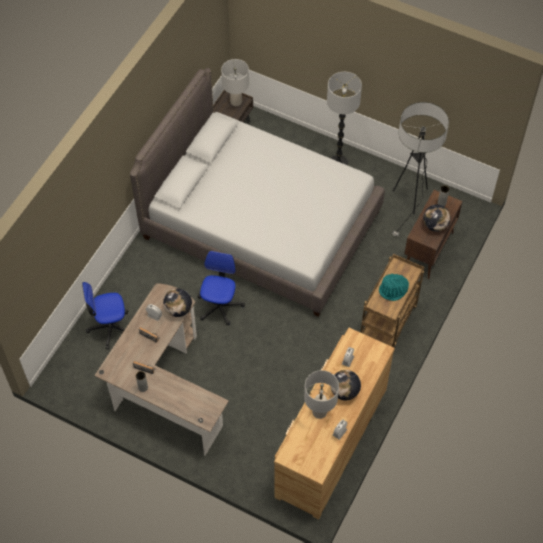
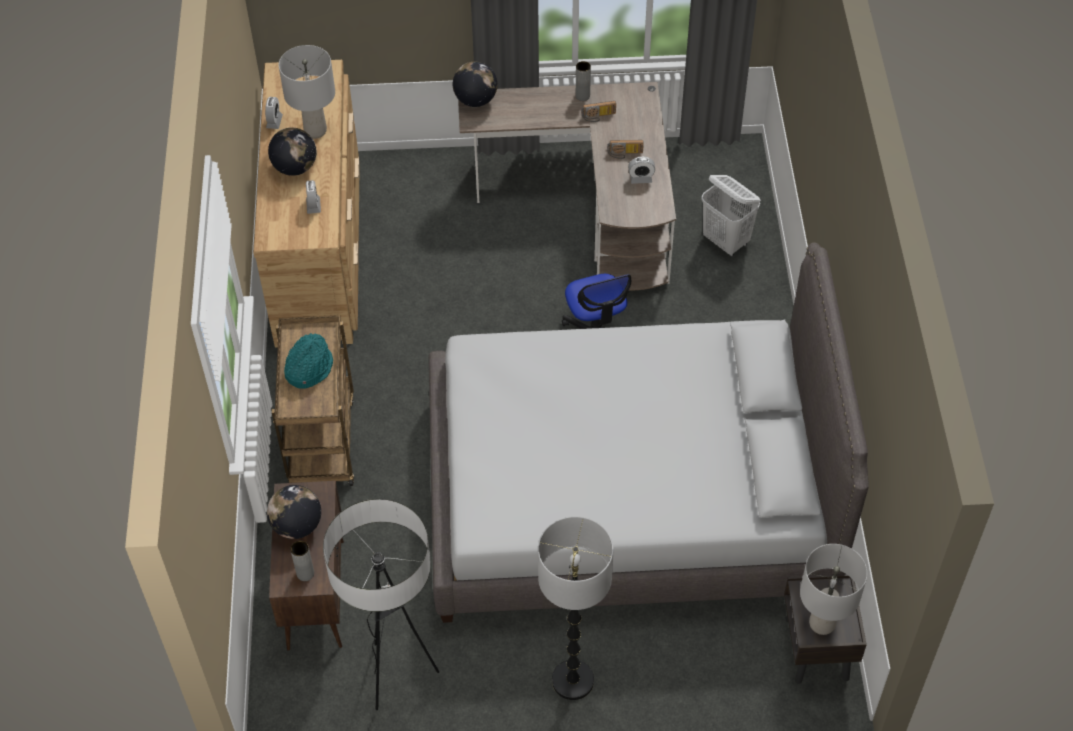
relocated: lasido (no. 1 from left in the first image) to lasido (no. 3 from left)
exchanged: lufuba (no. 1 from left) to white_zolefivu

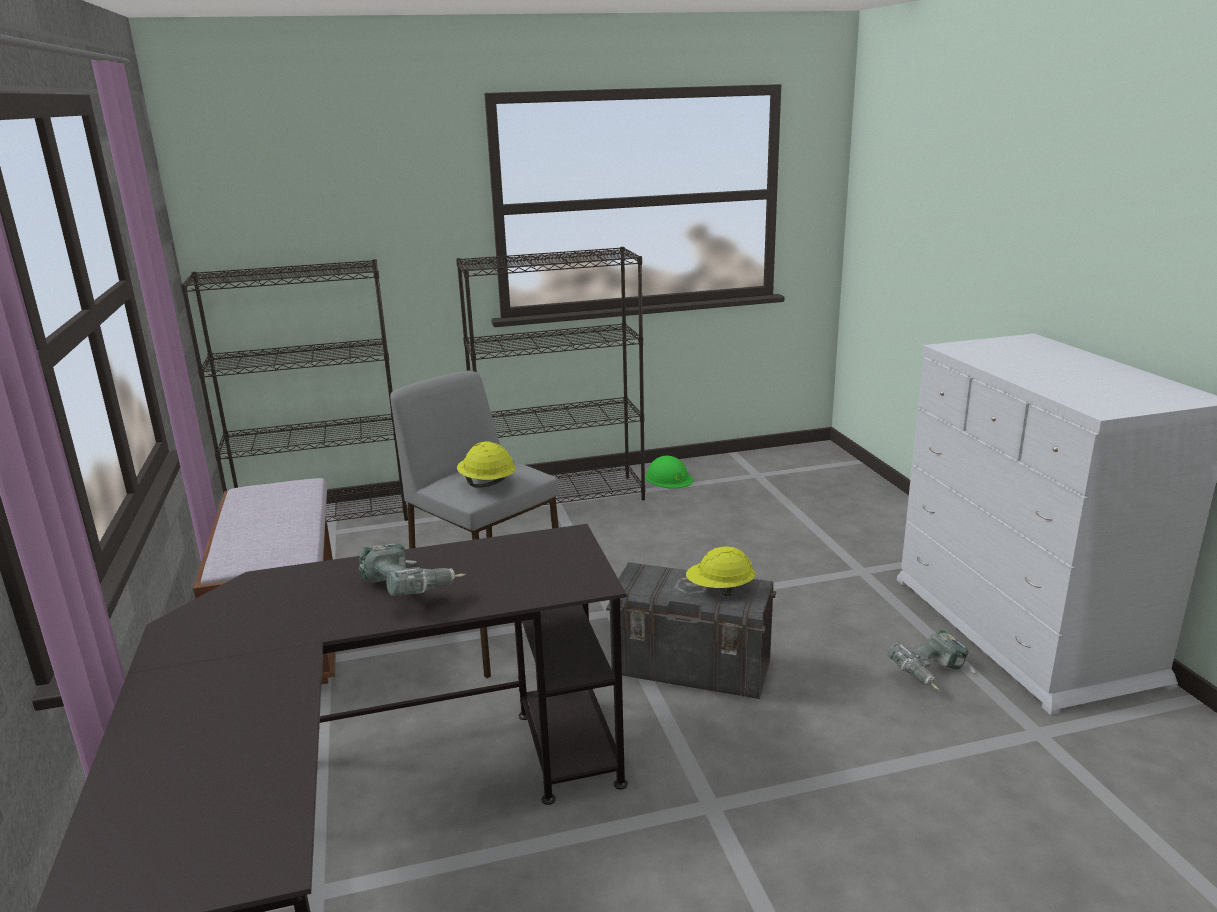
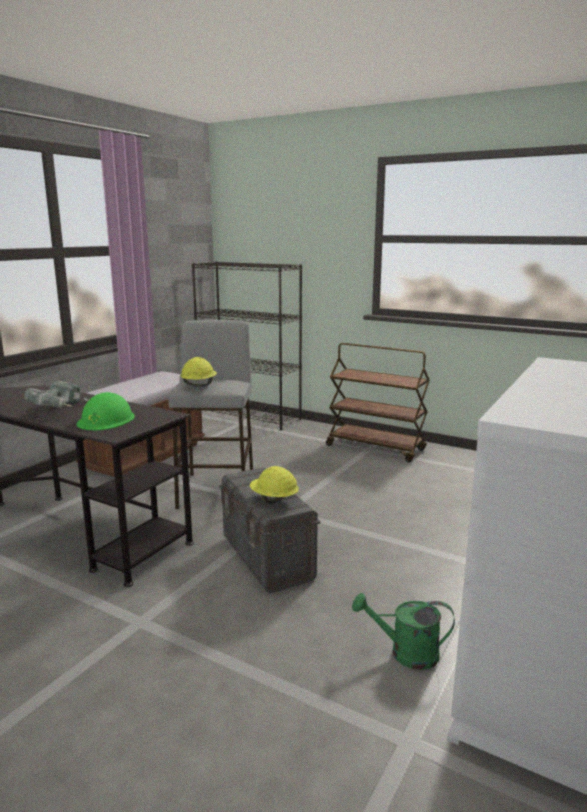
relocated: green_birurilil
exchanged: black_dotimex (no. 2 from left) to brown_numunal; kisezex (no. 2 from left) to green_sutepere

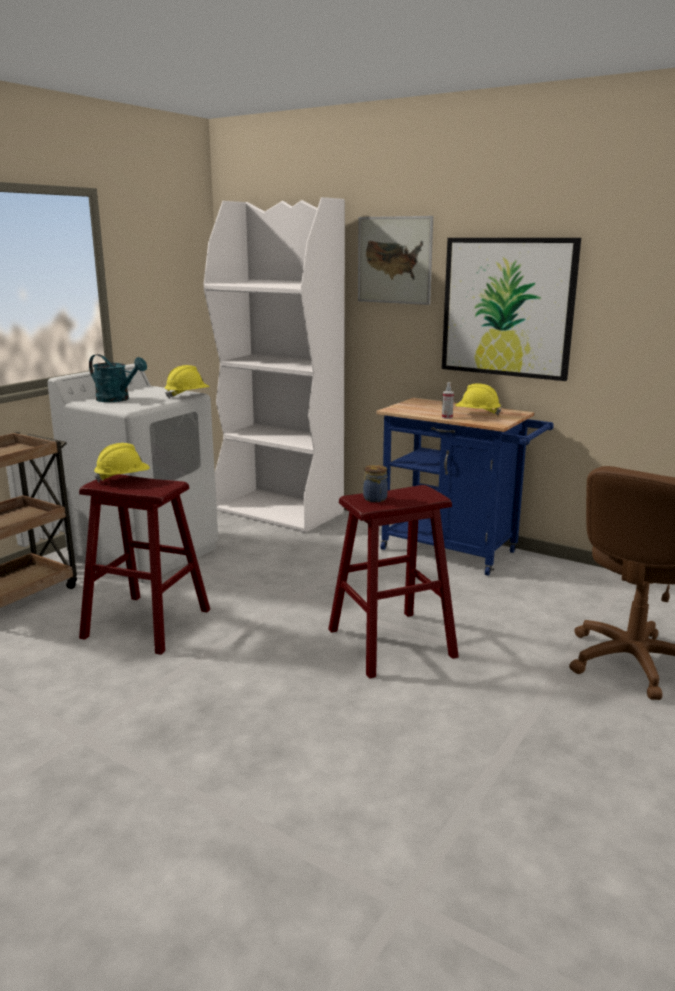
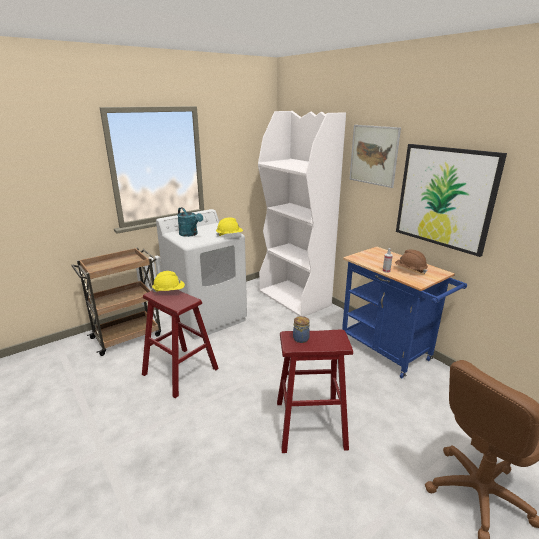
colour: yellow_birurilil (no. 3 from left) to brown_birurilil

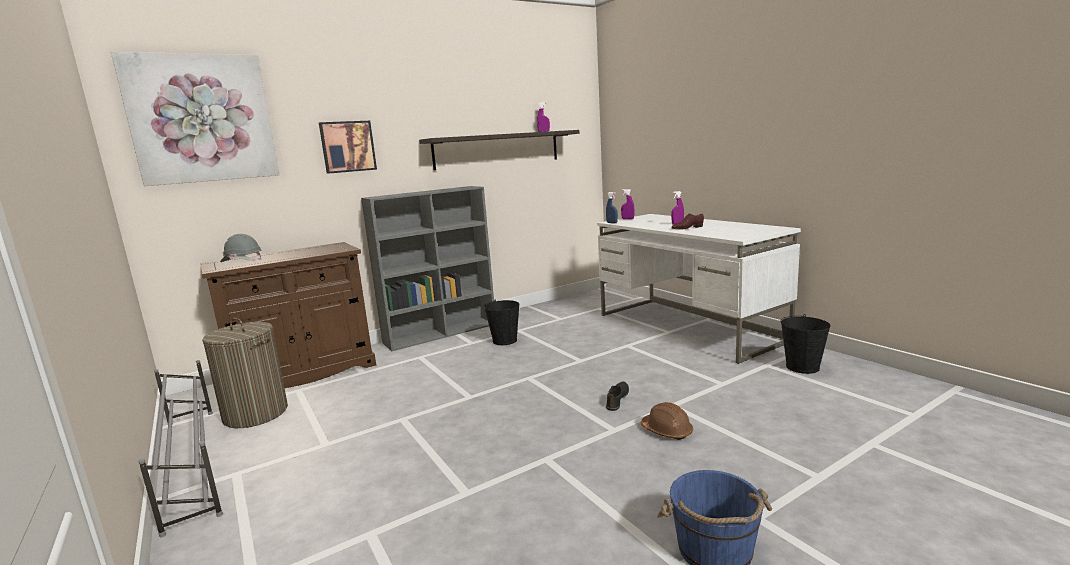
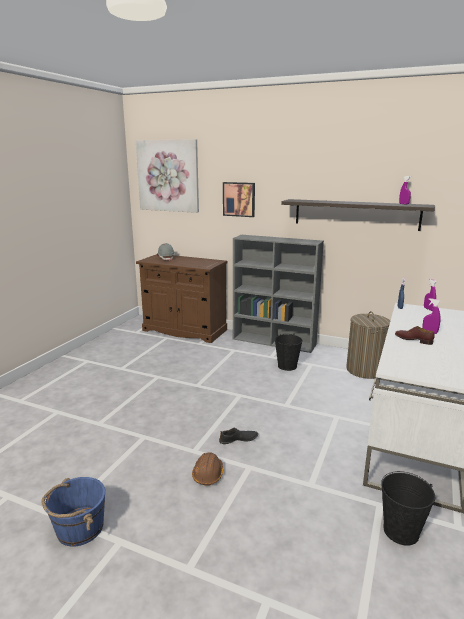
missing: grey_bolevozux
relocated: zolefivu

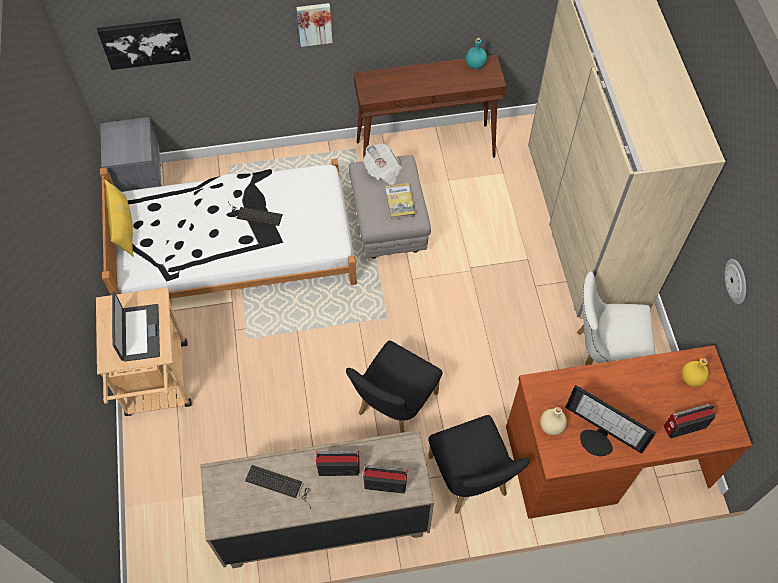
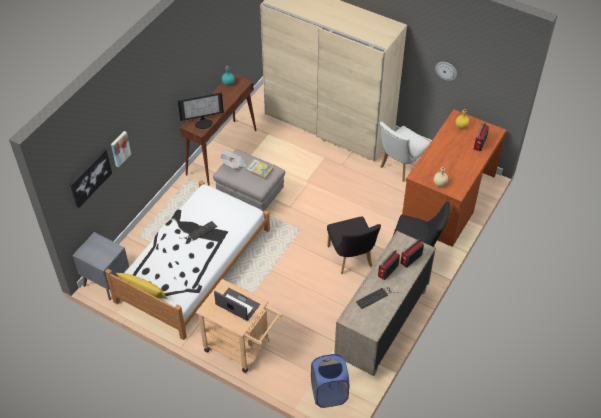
appeared: blue_zolefivu
relocated: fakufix (no. 2 from left); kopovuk

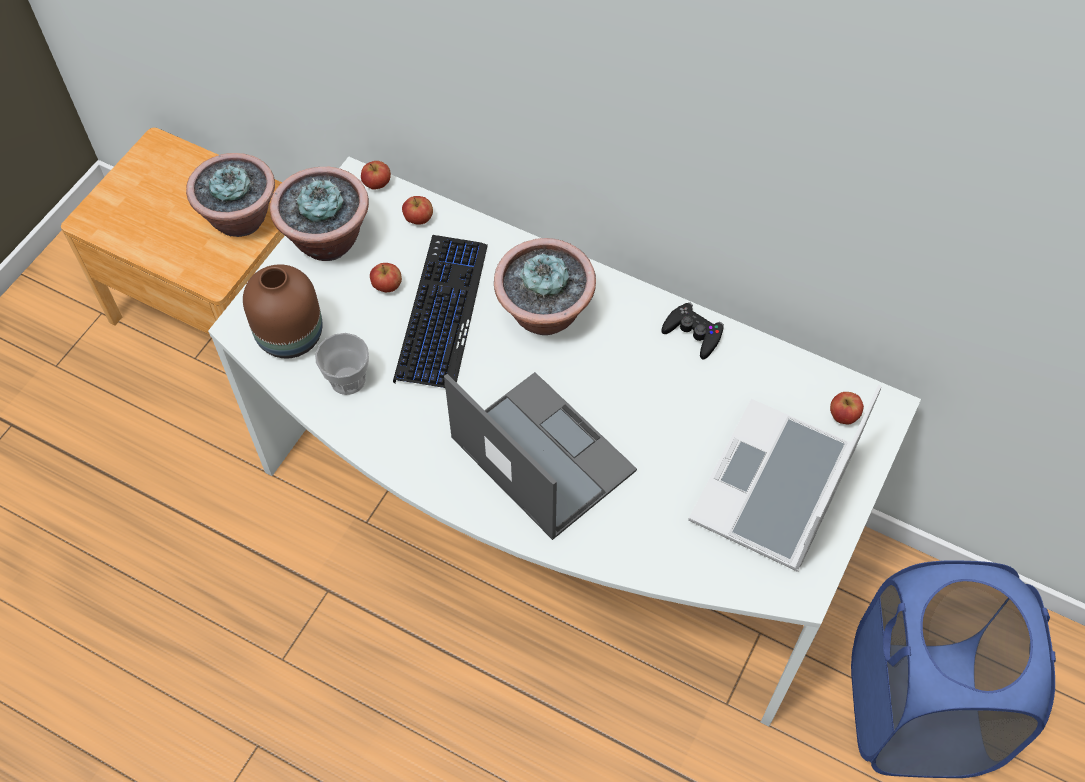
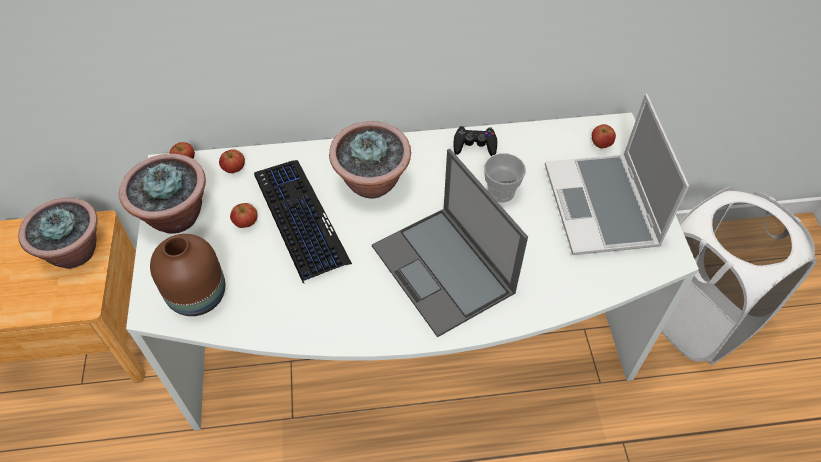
relocated: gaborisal
colour: blue_zolefivu to white_zolefivu
spun: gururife (no. 1 from left) 135 degrees counterclockwise

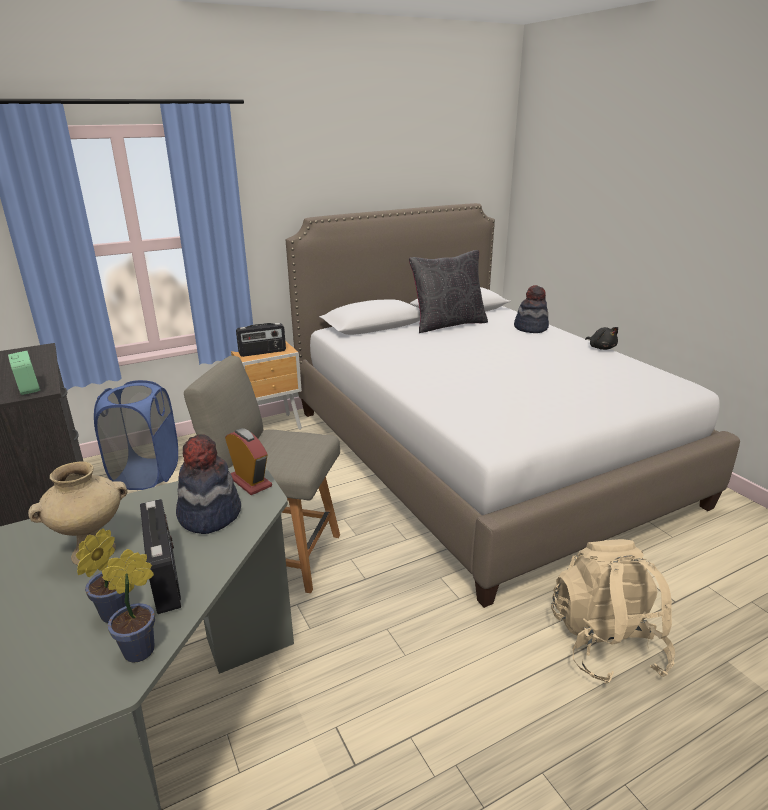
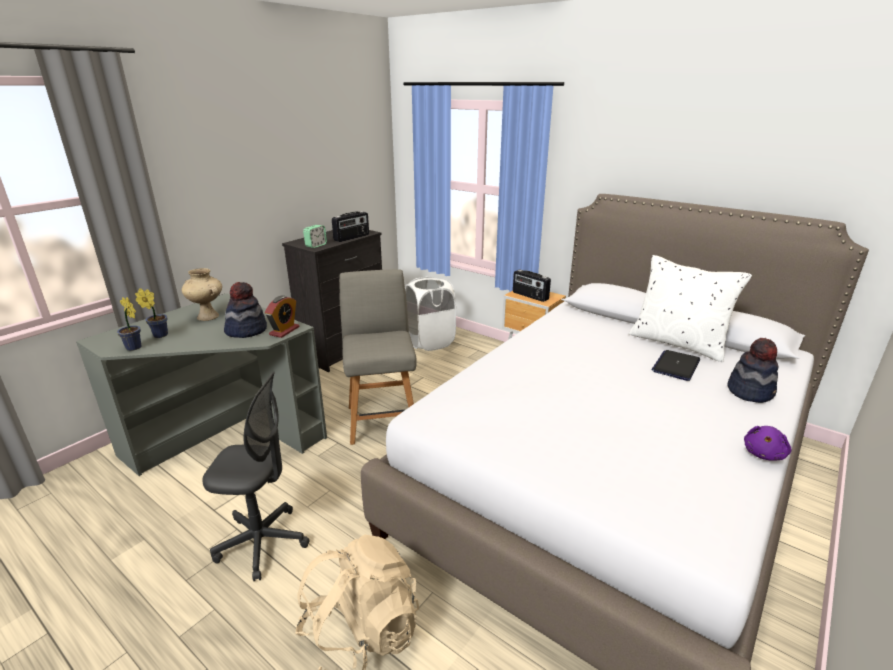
appeared: gururife; grey_lufuba
relocated: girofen (no. 1 from left)
colour: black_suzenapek to white_suzenapek; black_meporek to purple_meporek; blue_zolefivu to white_zolefivu

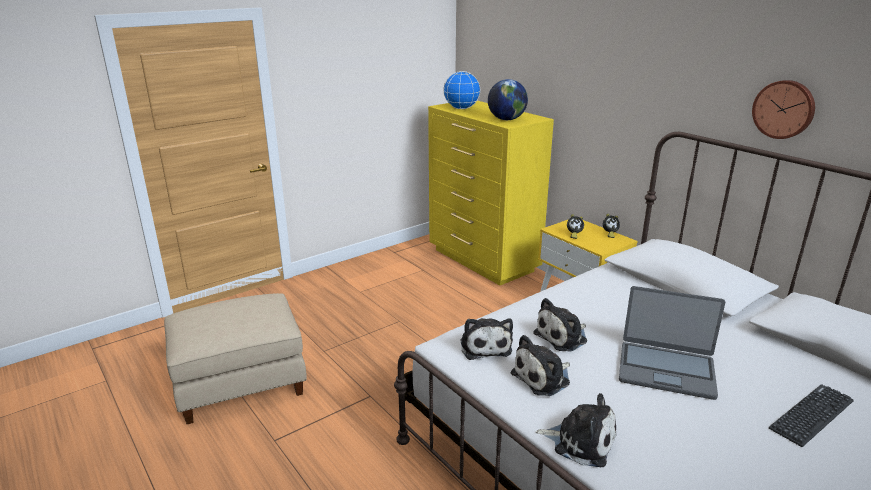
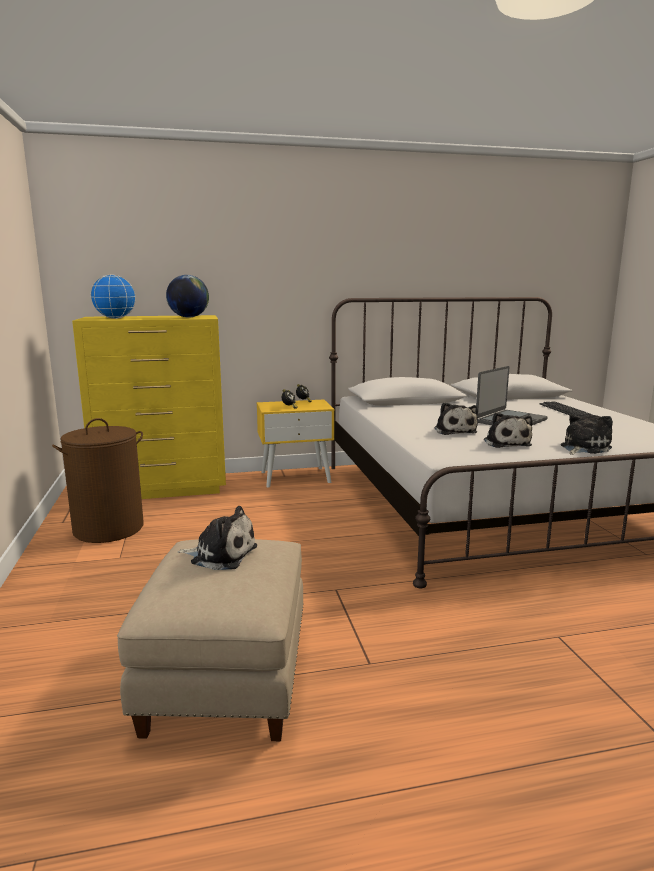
missing: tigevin
appeared: brown_zolefivu
relocated: meporek (no. 1 from left)

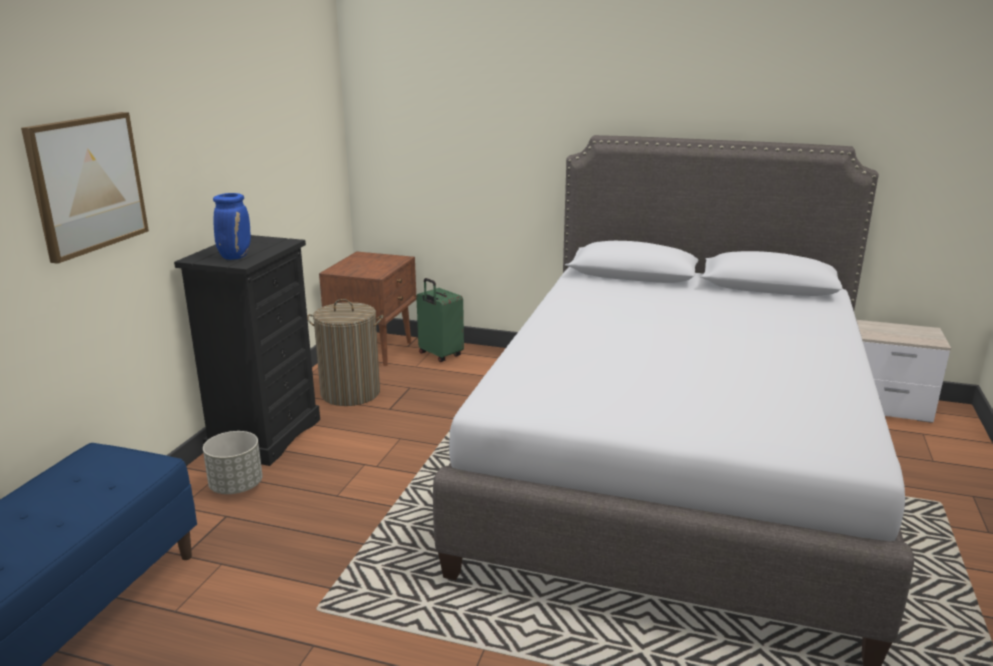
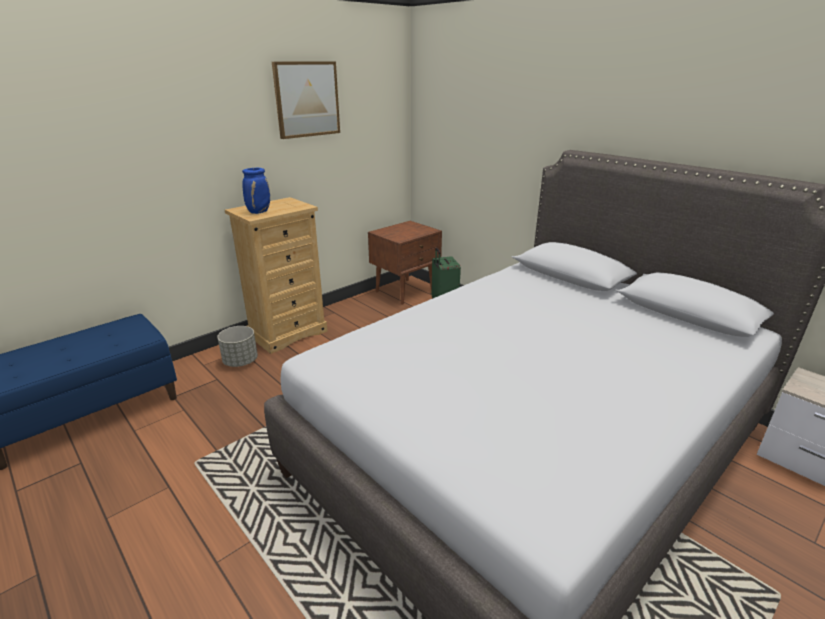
missing: zolefivu
relocated: fakufix
colour: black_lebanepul to beige_lebanepul

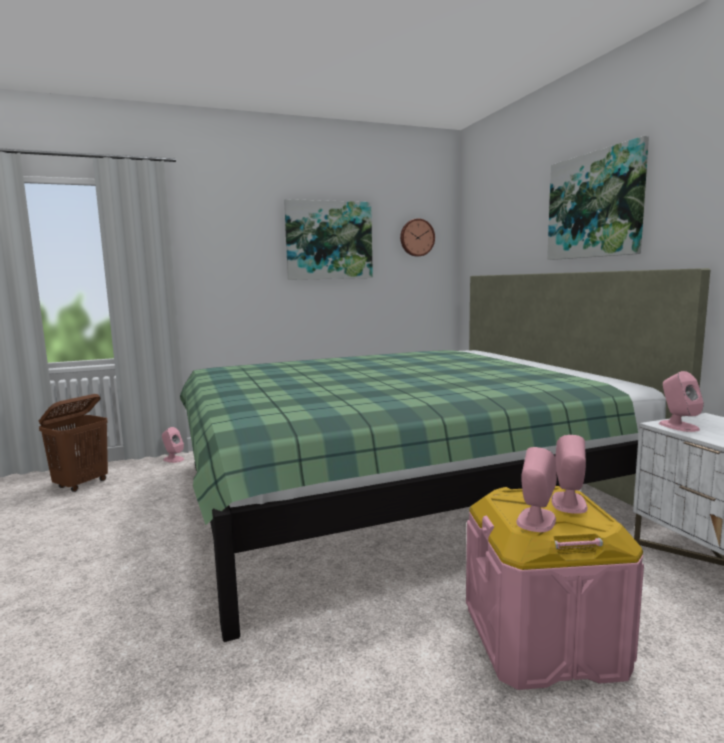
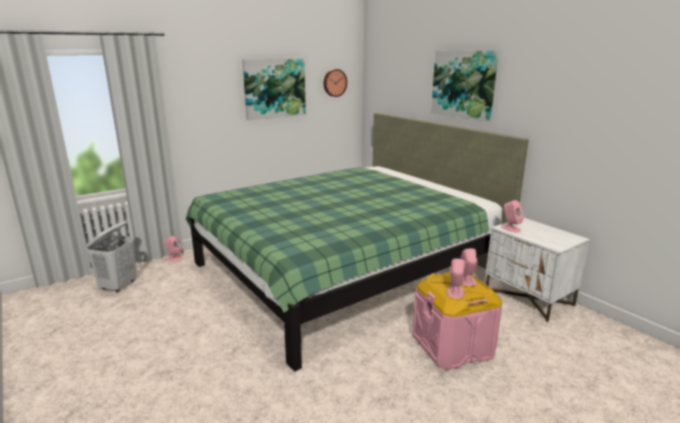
colour: brown_zolefivu to white_zolefivu

